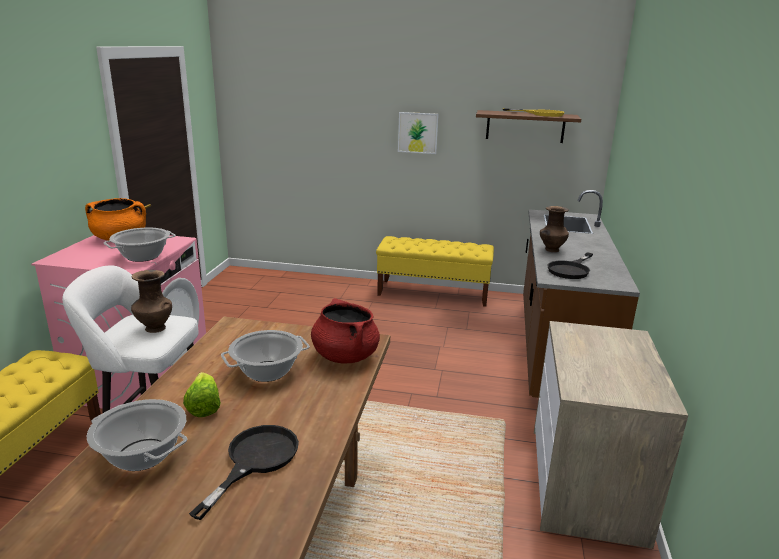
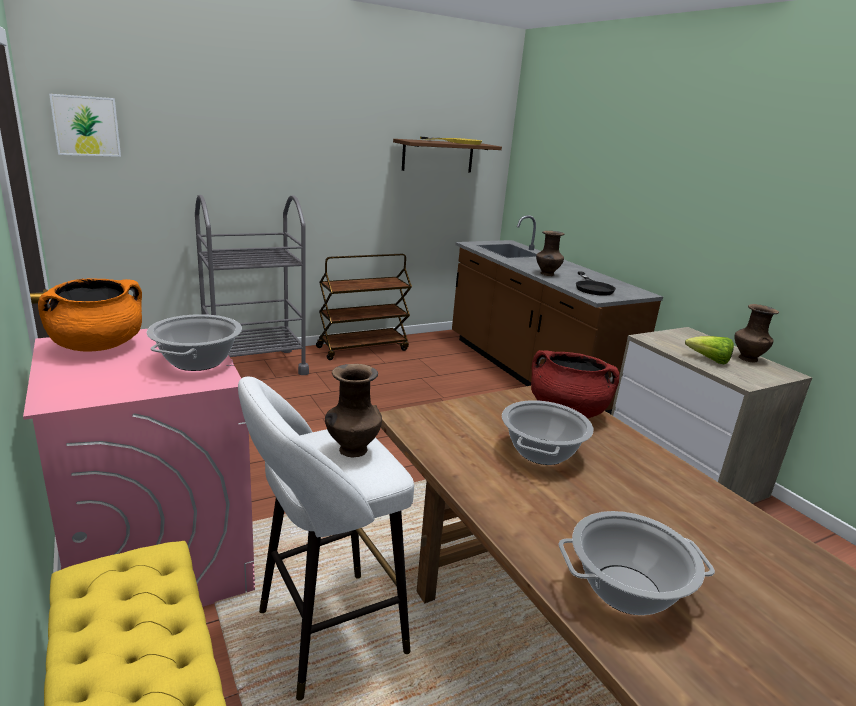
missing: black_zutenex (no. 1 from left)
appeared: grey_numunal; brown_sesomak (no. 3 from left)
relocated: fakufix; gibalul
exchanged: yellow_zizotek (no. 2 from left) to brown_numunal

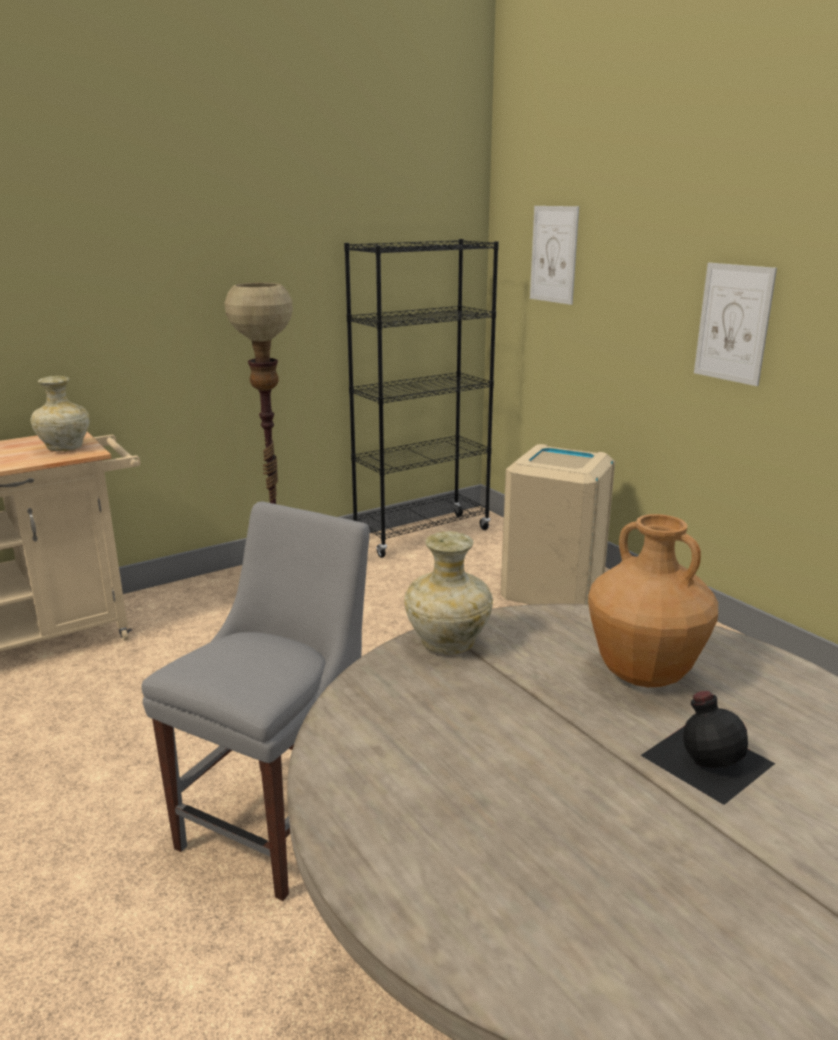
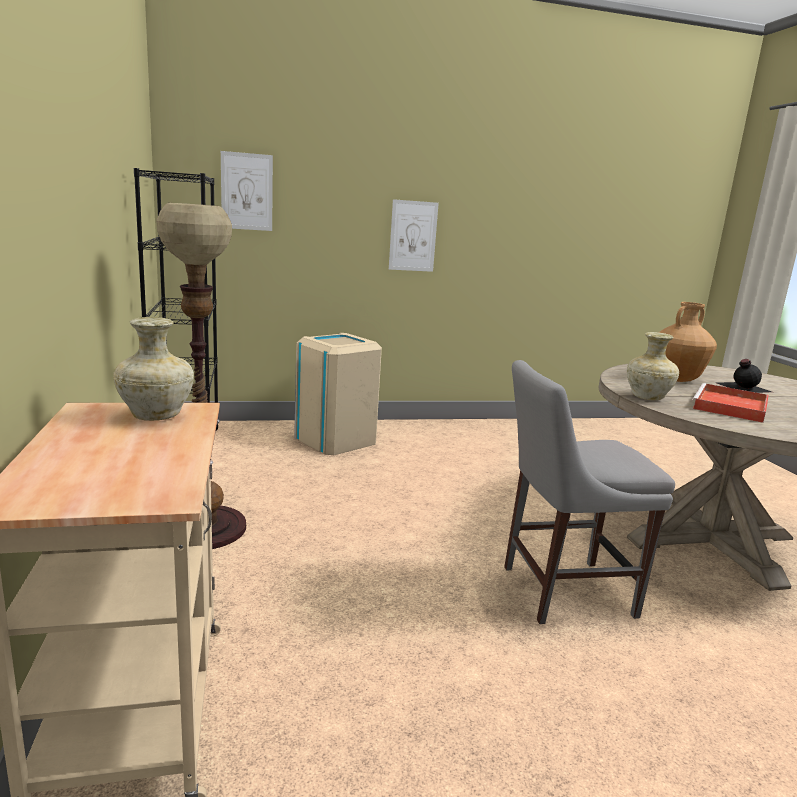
appeared: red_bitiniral
spun: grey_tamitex 60 degrees counterclockwise

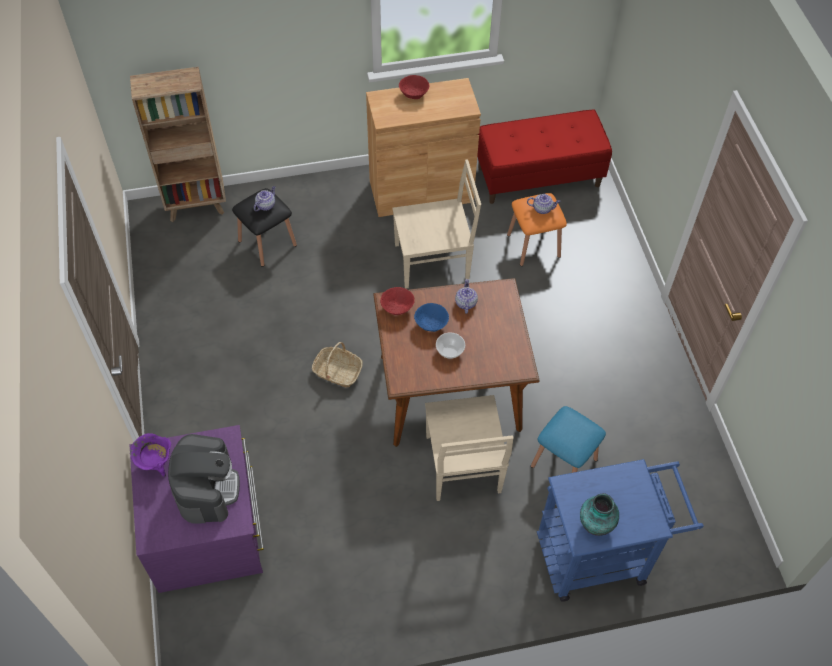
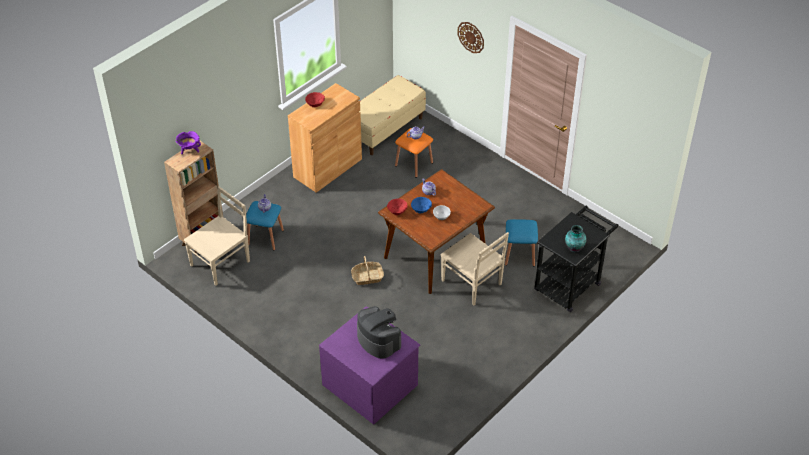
appeared: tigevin
relocated: beige_tamitex (no. 1 from left); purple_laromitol
colour: red_zizotek to beige_zizotek; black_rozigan to blue_rozigan (no. 1 from left); blue_numunal to black_numunal

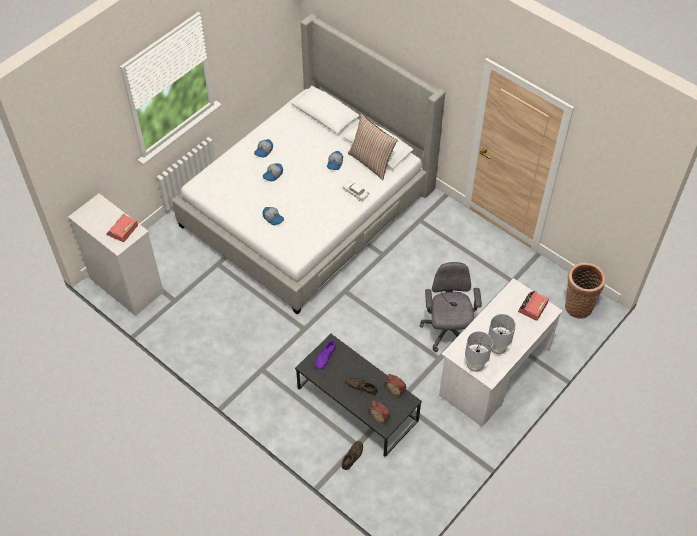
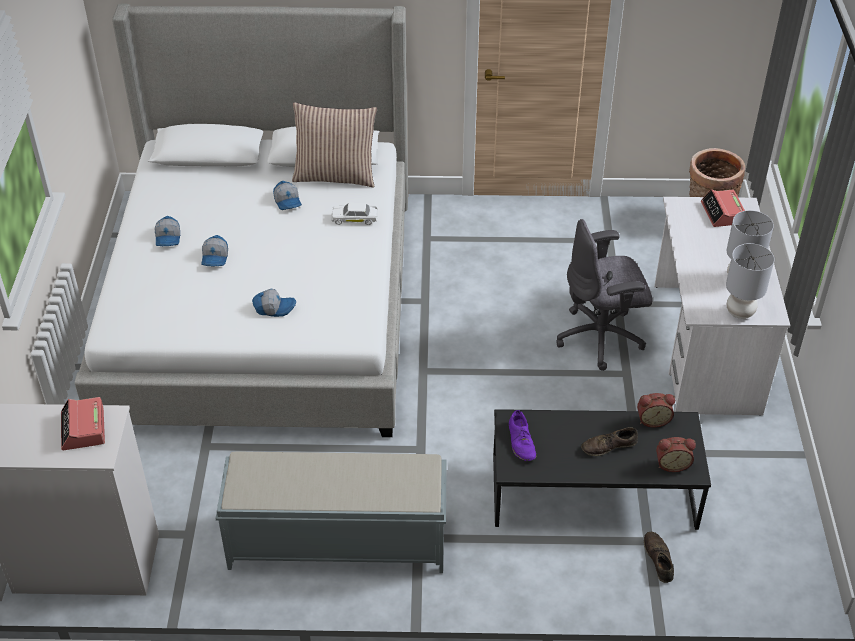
appeared: grey_zizotek
spun: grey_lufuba 60 degrees counterclockwise

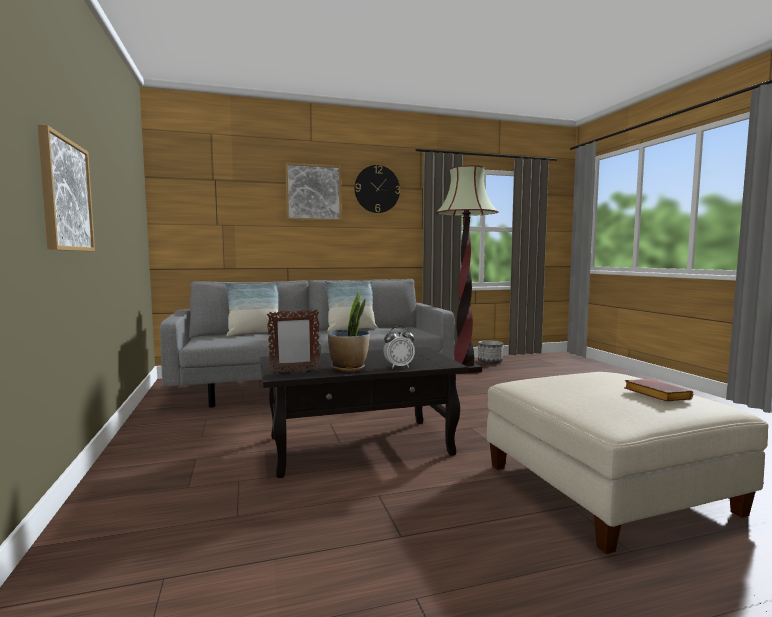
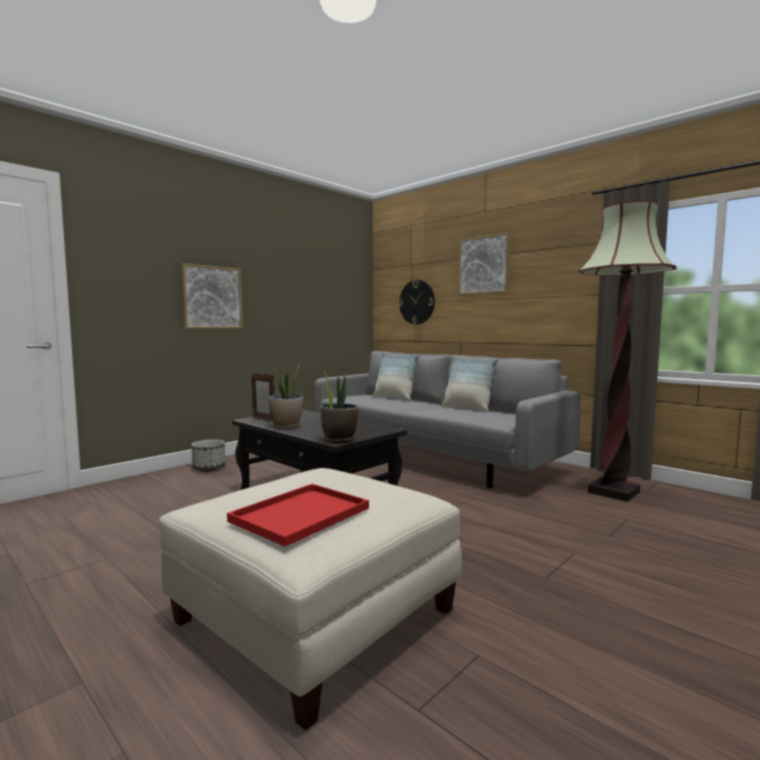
missing: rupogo
appeared: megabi (no. 2 from left)
relocated: tigevin; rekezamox
exchanged: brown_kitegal to red_bitiniral

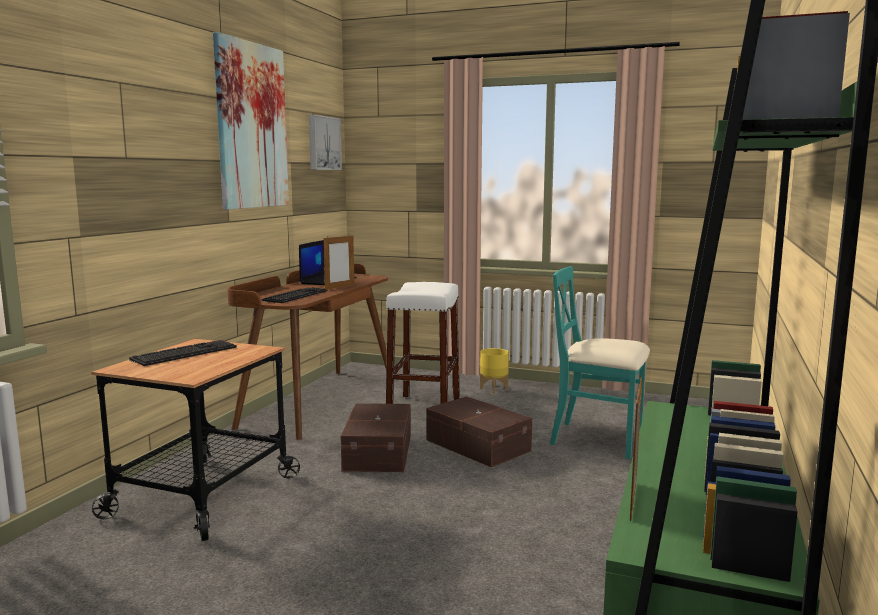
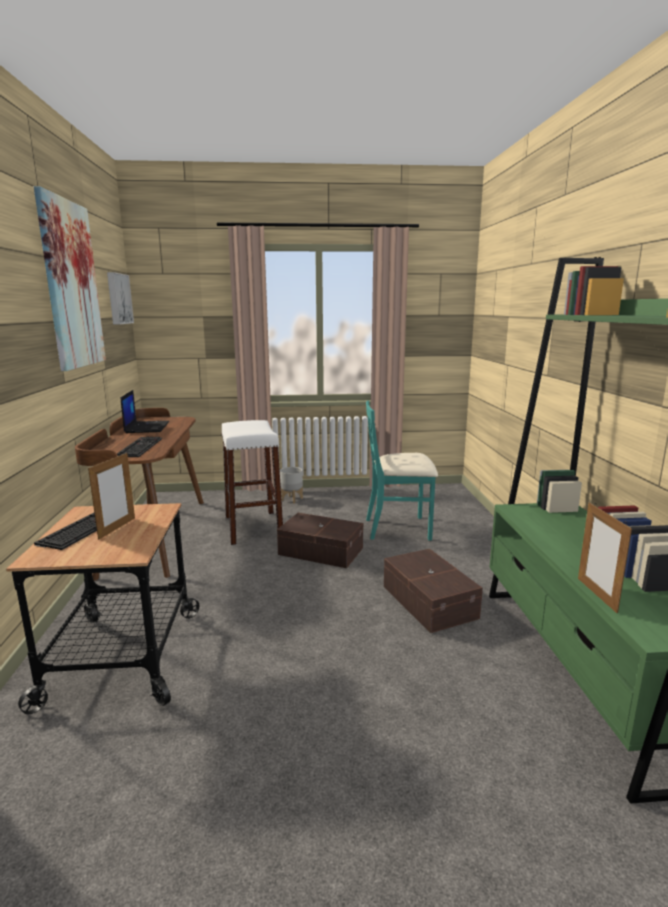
relocated: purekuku (no. 1 from left); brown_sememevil (no. 1 from left in the first image) to brown_sememevil (no. 2 from left)
colour: yellow_rekezamox to grey_rekezamox

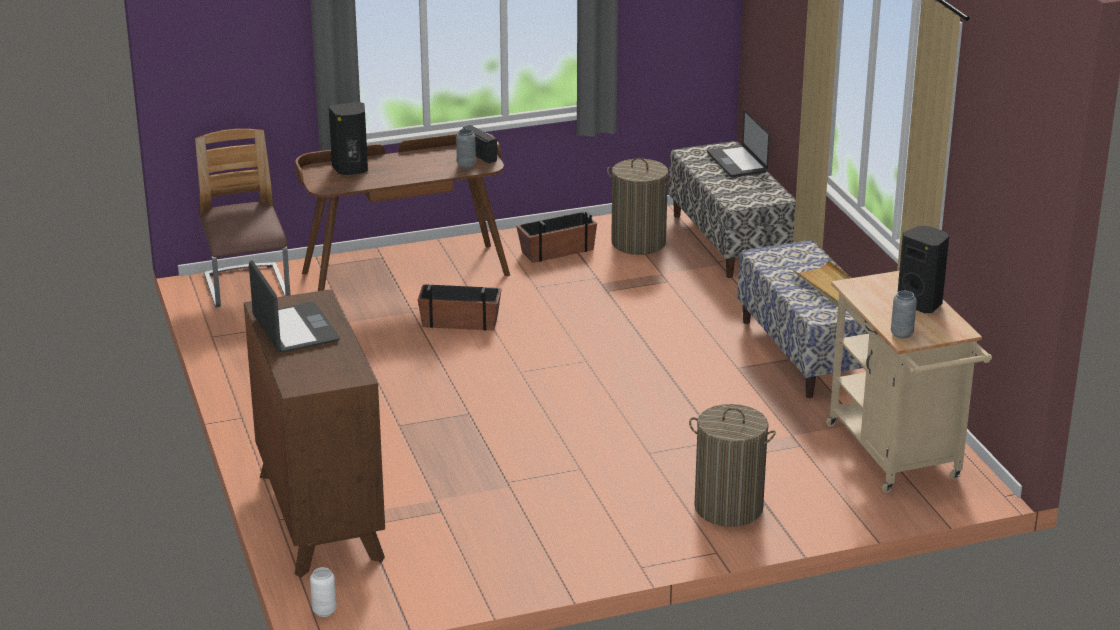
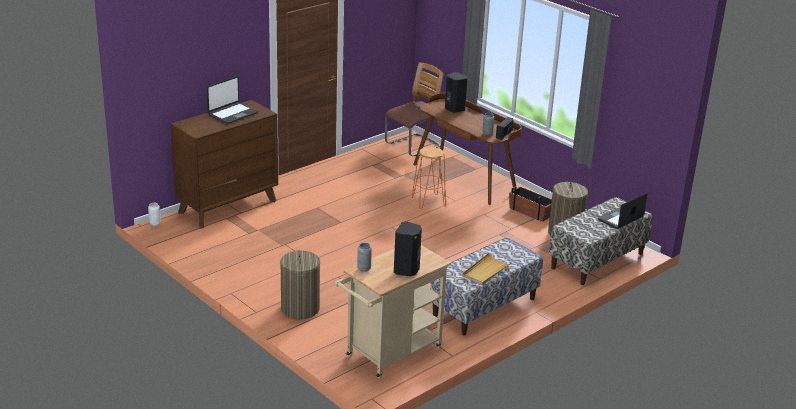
exchanged: rekezamox (no. 1 from left) to orange_rozigan

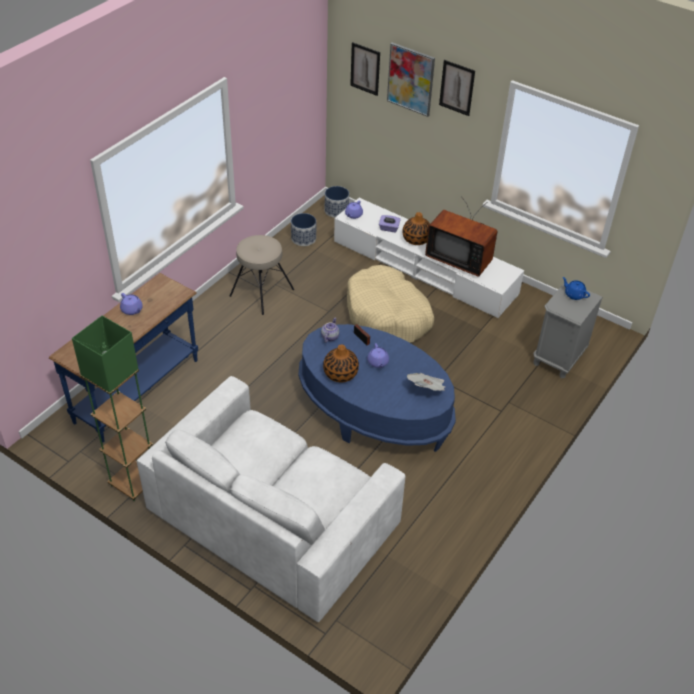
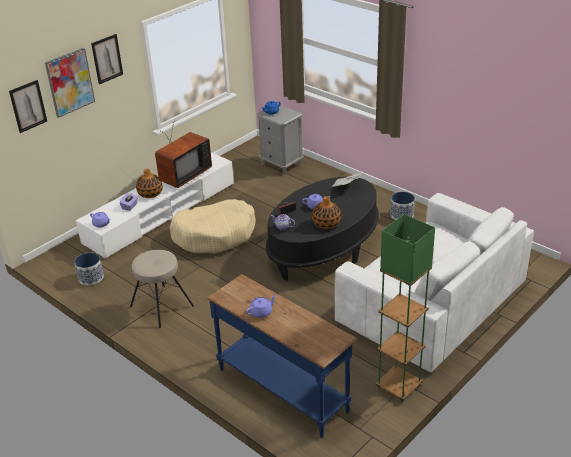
relocated: rekezamox (no. 2 from left)
colour: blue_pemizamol to black_pemizamol

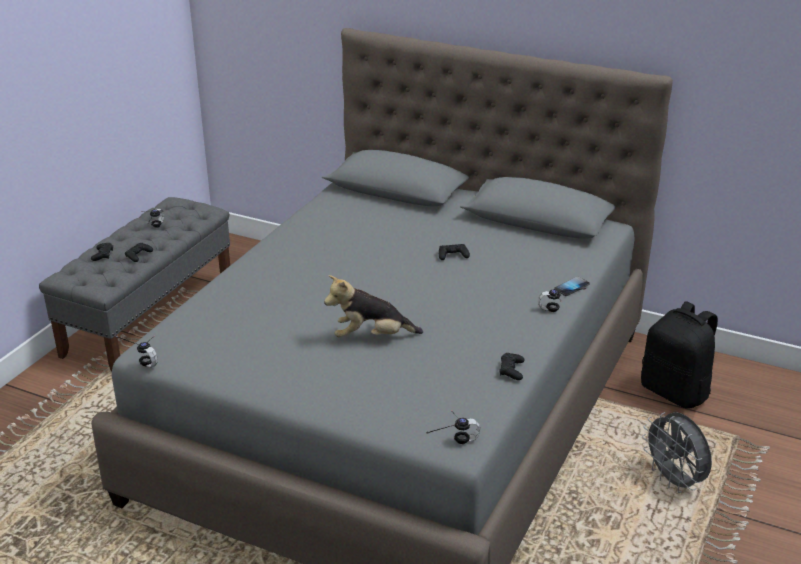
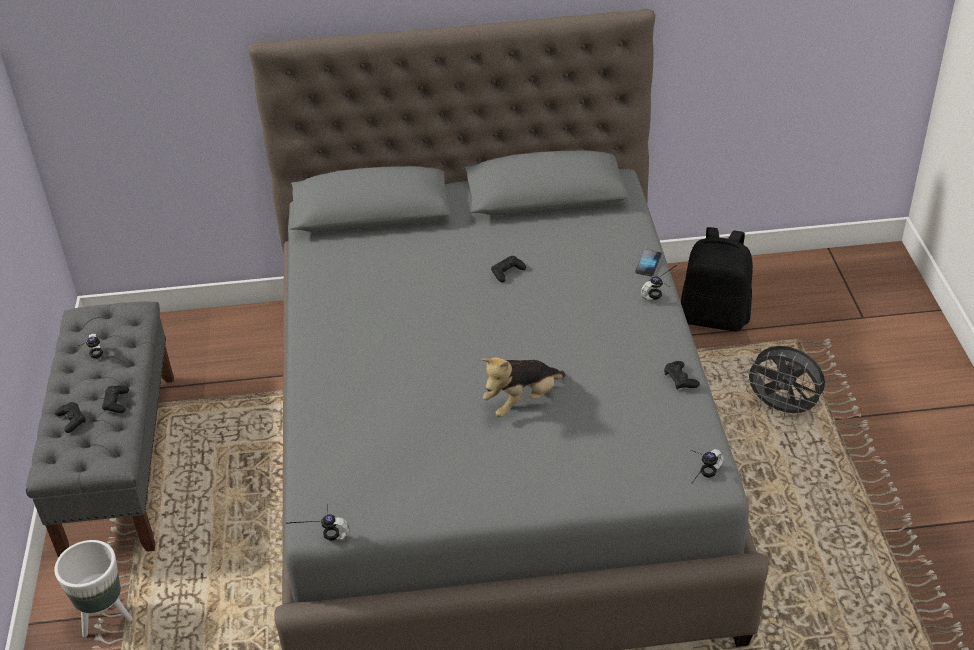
appeared: white_rekezamox

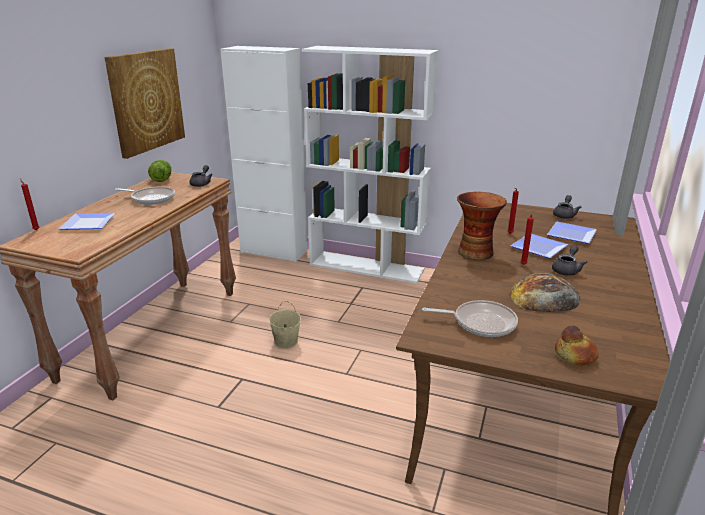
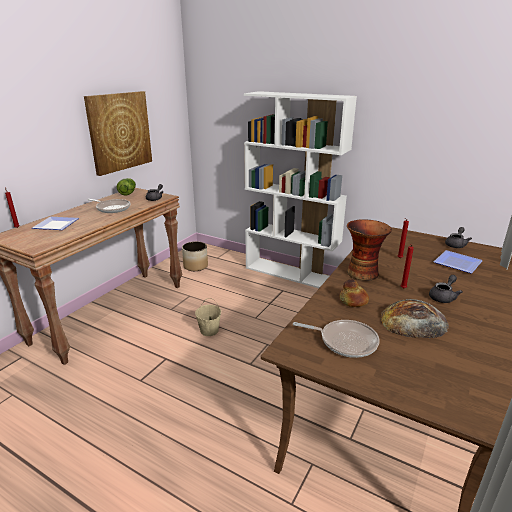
missing: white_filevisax; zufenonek (no. 2 from left)
appeared: rekezamox
relocated: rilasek (no. 2 from left in the first image) to rilasek (no. 1 from left)

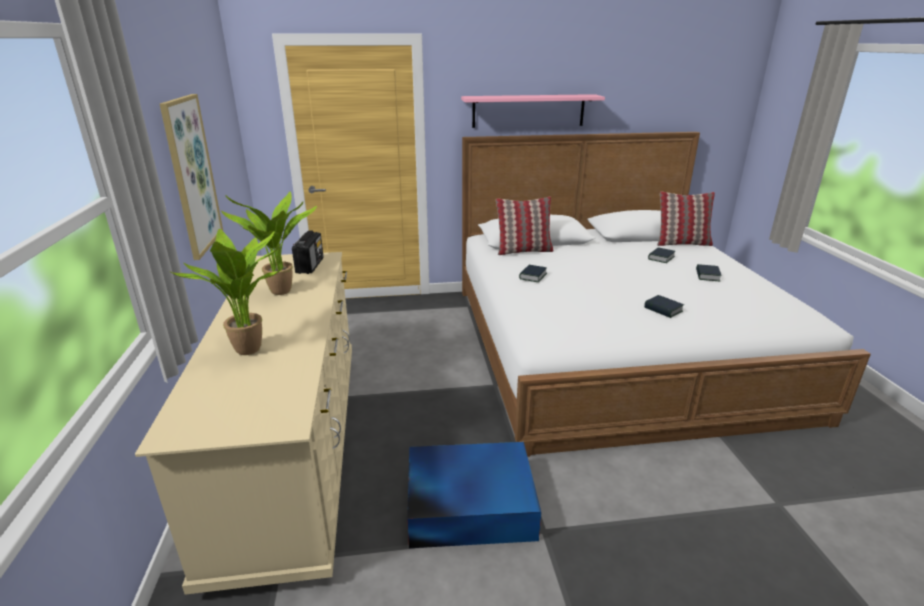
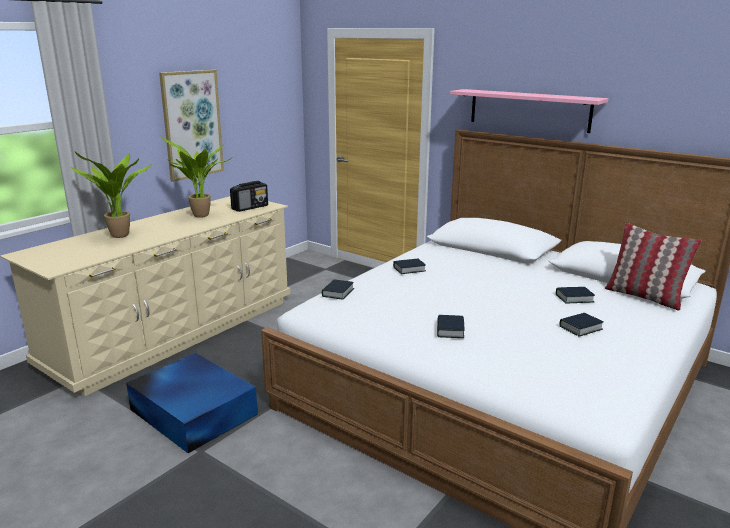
missing: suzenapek (no. 1 from left)
appeared: kitegal (no. 1 from left)

